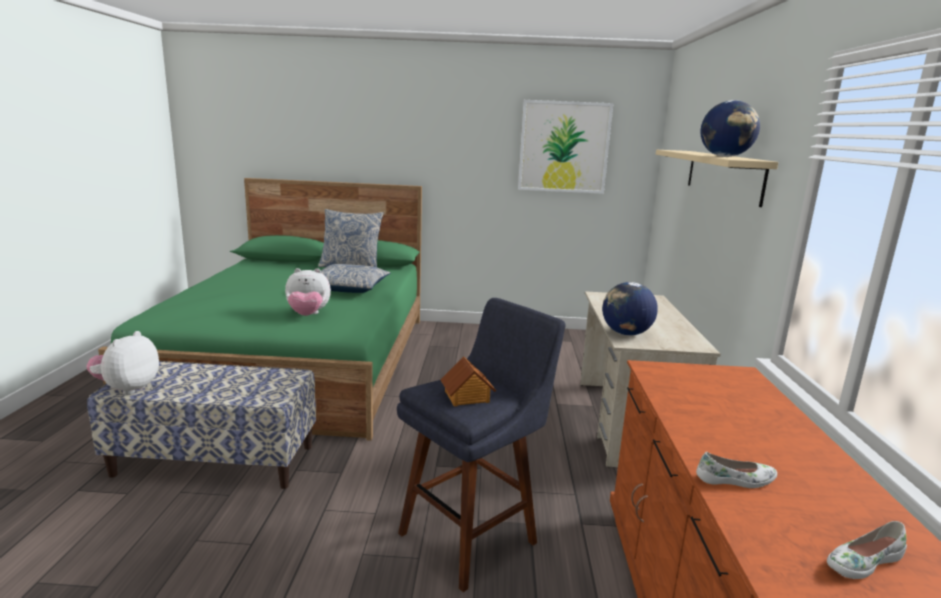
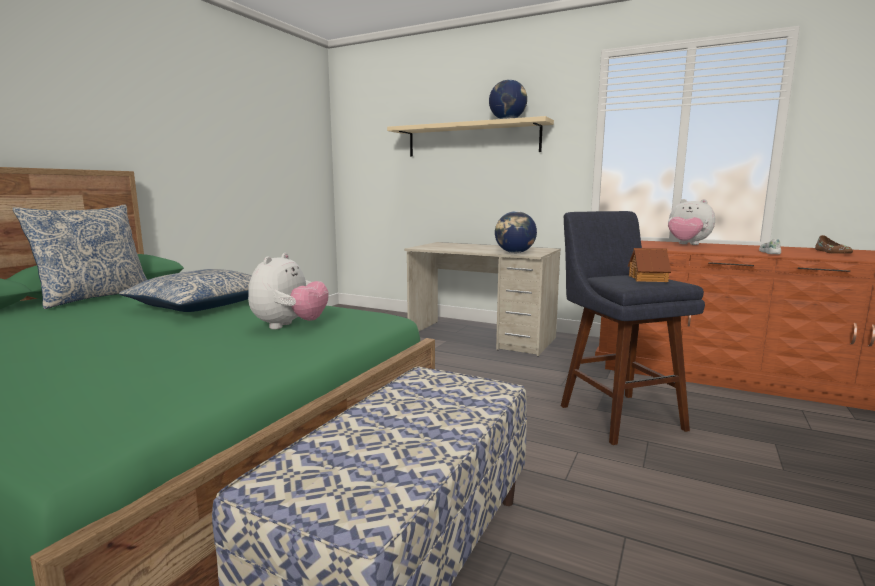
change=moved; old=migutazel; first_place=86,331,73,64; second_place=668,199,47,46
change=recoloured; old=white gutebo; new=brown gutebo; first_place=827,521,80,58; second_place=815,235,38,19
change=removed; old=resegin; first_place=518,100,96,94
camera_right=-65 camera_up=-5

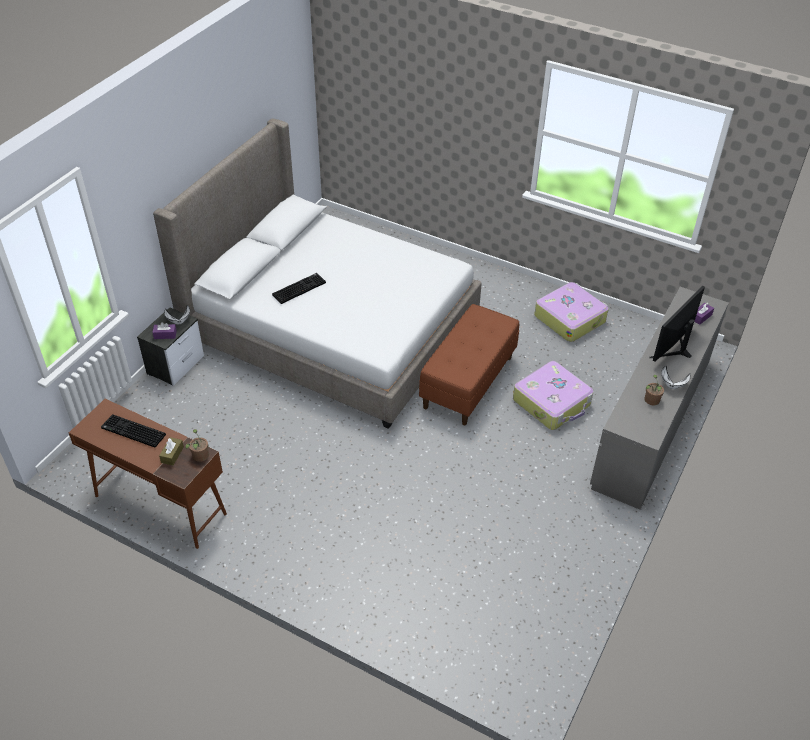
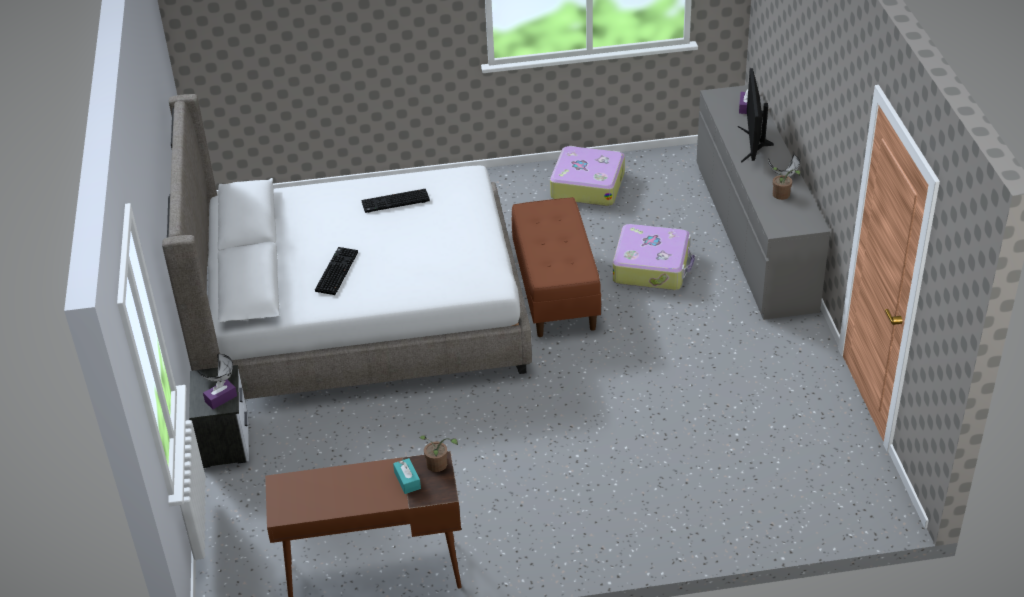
change=moved; old=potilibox; first_place=101,414,65,33; second_place=362,189,68,24
change=recoloured; old=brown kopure; new=turquoise kopure; first_place=159,437,25,28; second_place=393,458,28,36
camera_right=-35 camera_up=-5

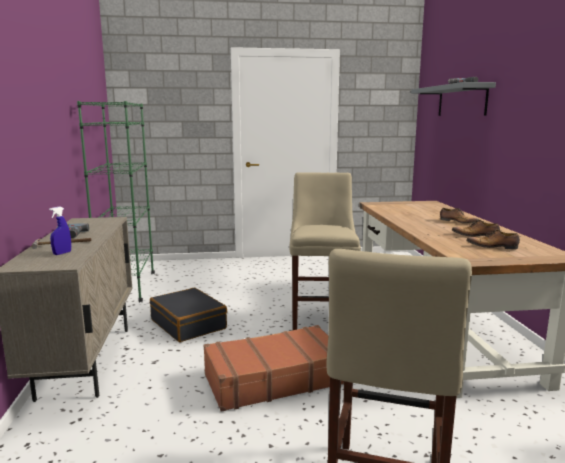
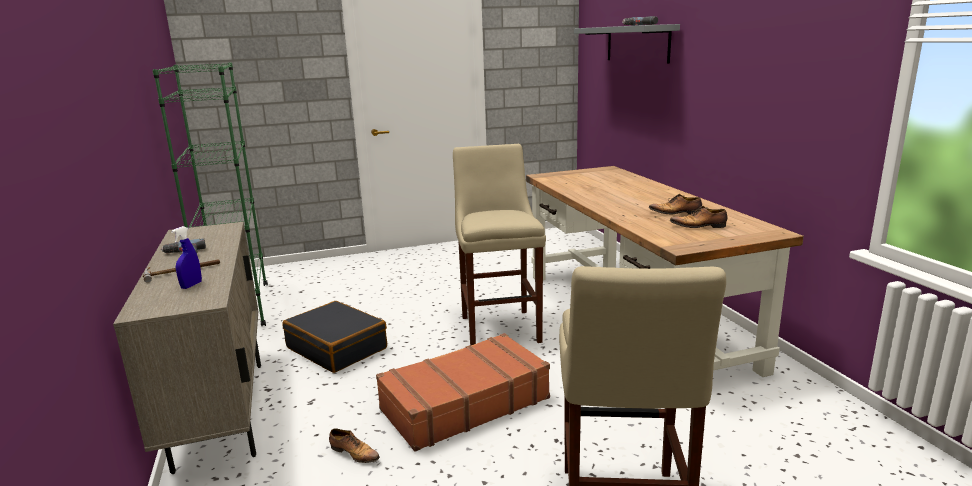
change=moved; old=gutebo; first_place=440,208,39,16; second_place=329,429,51,34
camera_right=-10 camera_up=5

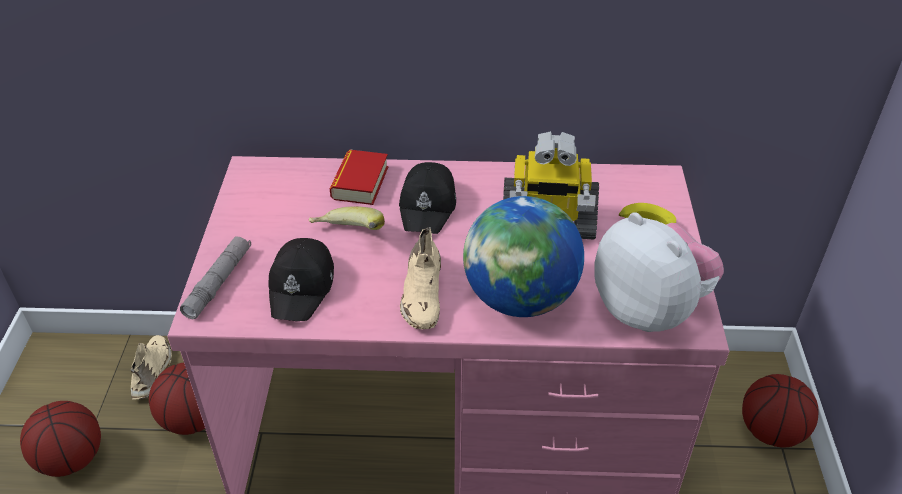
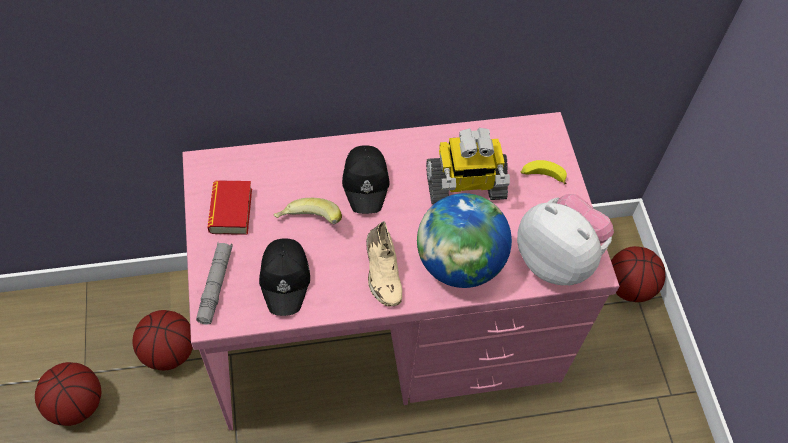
change=moved; old=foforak; first_place=330,150,58,55; second_place=207,180,45,55
change=removed; old=beige gutebo; first_place=131,335,41,65
camera_right=-15 camera_up=15

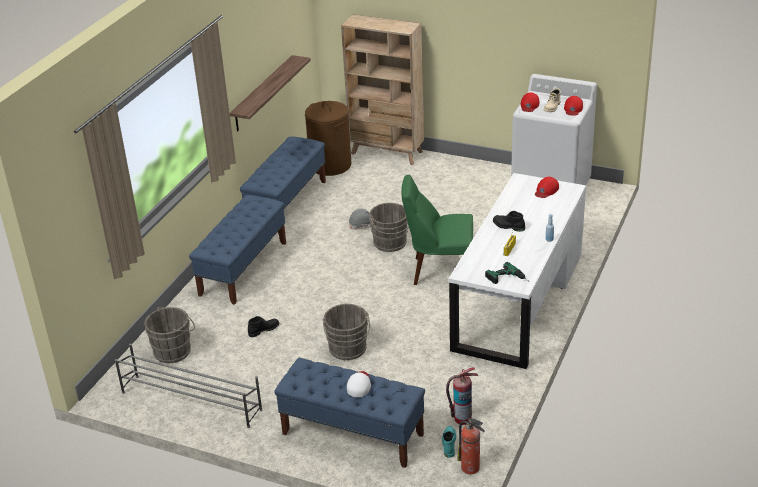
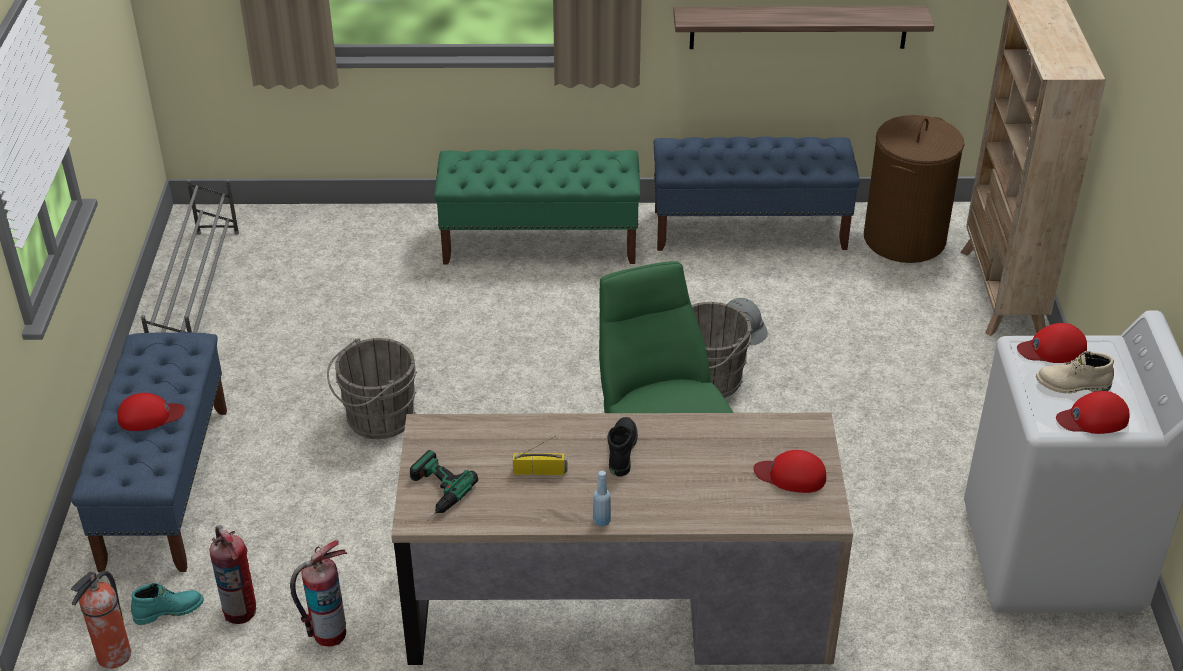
change=recoloured; old=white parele; new=red parele; first_place=347,371,24,26; second_place=118,393,67,38
change=added; new=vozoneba; second_place=290,540,57,106
change=recoloured; old=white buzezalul; new=brown buzezalul; first_place=449,173,137,196; second_place=391,413,462,252
change=recoloured; old=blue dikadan; new=green dikadan; first_place=189,195,97,110; second_place=434,149,206,116
change=removed; old=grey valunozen; first_place=144,307,51,56
change=removed; old=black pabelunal; first_place=248,316,31,21
camera_right=65 camera_up=5

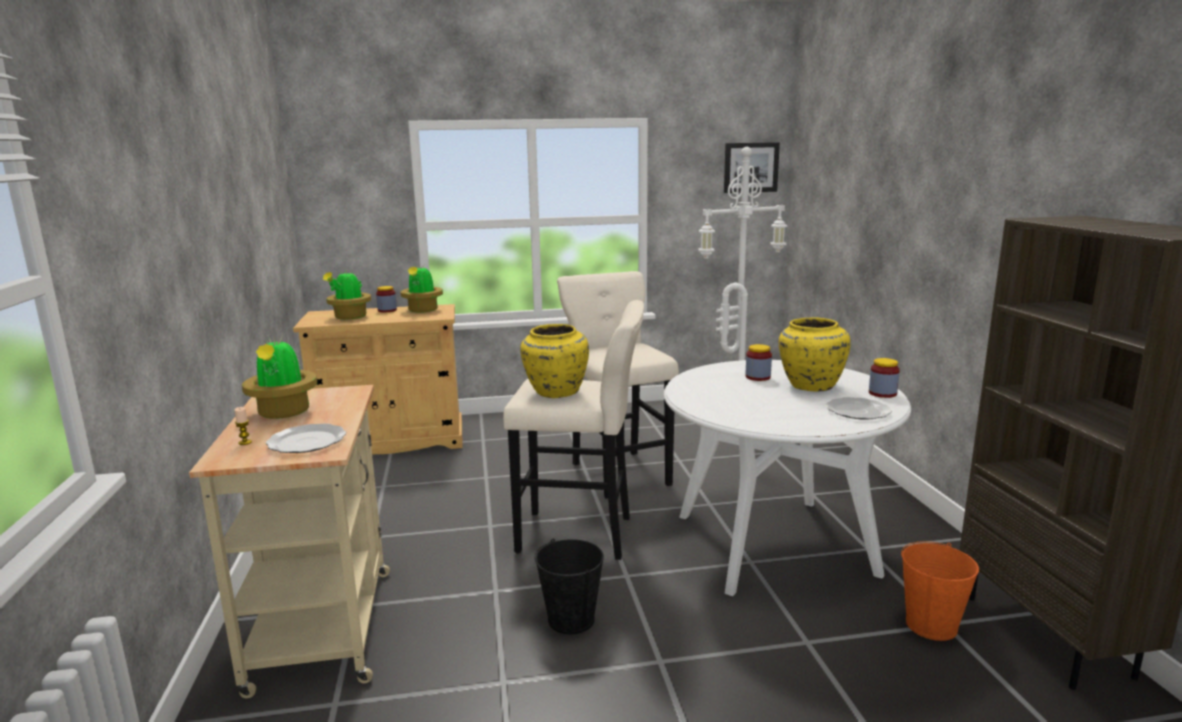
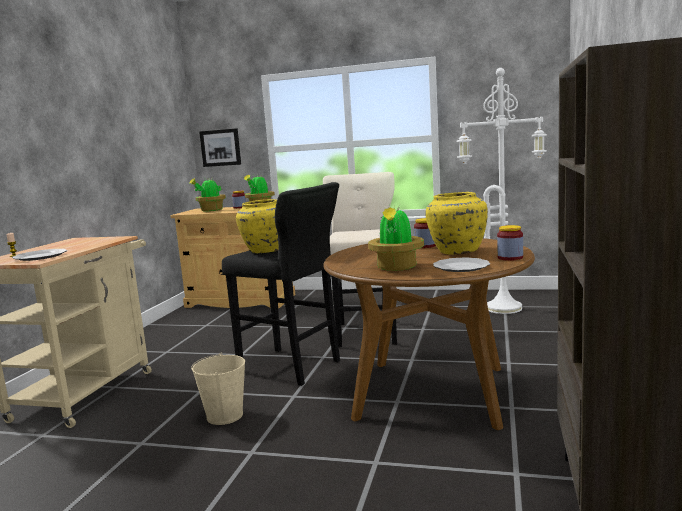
change=recoloured; old=black valunozen; new=beige valunozen; first_place=534,539,70,95; second_place=191,353,54,72
change=moved; old=resegin; first_place=724,142,56,51; second_place=199,128,42,39
change=recoloured; old=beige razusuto; new=black razusuto; first_place=503,300,141,260; second_place=222,182,118,204
change=recoloured; old=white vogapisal; new=brown vogapisal; first_place=664,360,247,236; second_place=323,238,212,192
change=moved; old=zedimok; first_place=242,337,75,82; second_place=368,206,56,65
change=removed; old=orange valunozen; first_place=901,541,78,100
camera_right=25 camera_up=-5

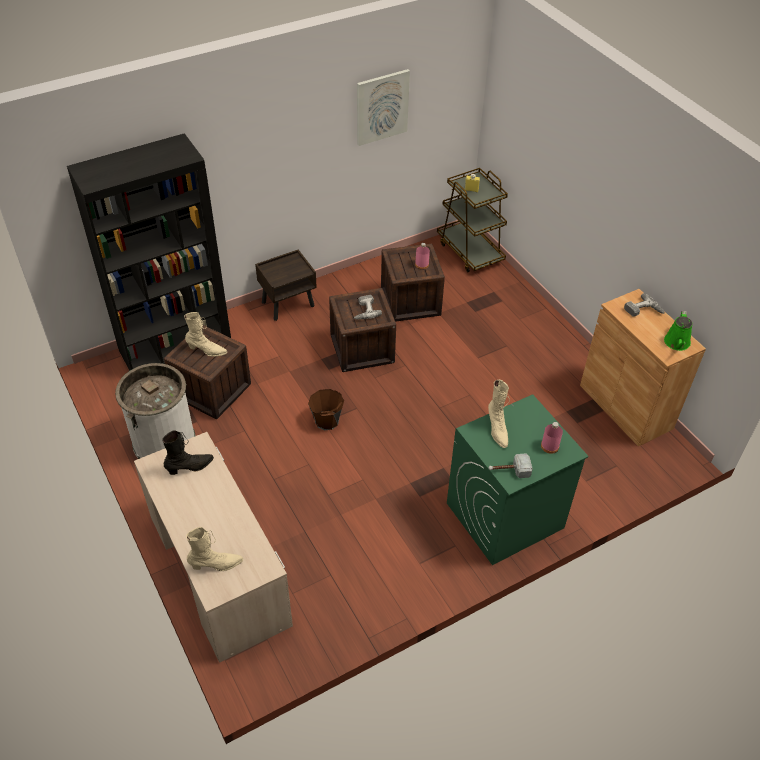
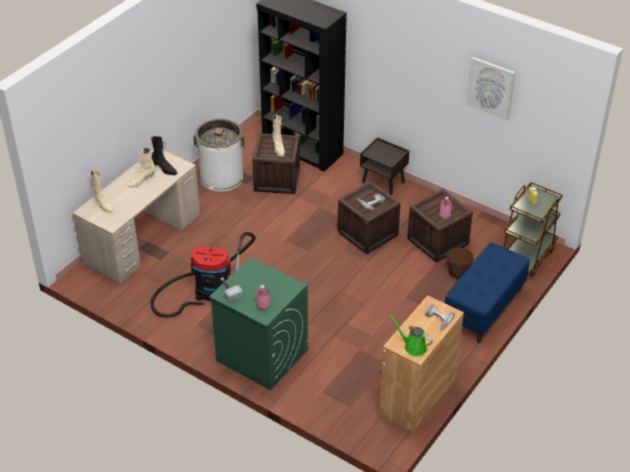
change=moved; old=beige pabelunal; first_place=488,380,22,68; second_place=128,148,28,40
change=added; new=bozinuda; second_place=150,232,105,86
change=turned; old=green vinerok; first_place=664,311,29,40; second_place=390,315,43,41; degrees=45
change=added; new=blue dikadan; second_place=445,243,84,100
change=moved; old=brown valunozen; first_place=308,389,36,41; second_place=446,247,28,33
camera_right=65 camera_up=-5

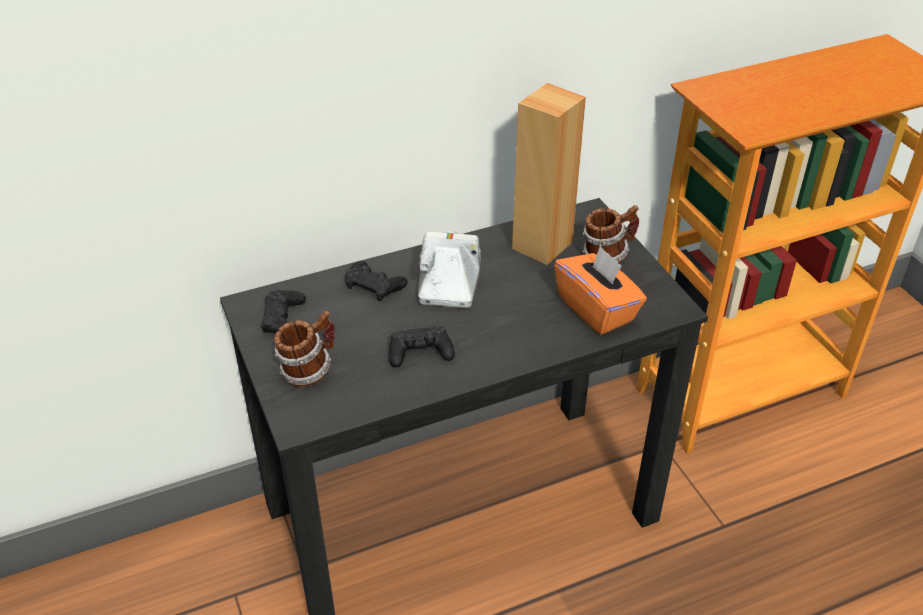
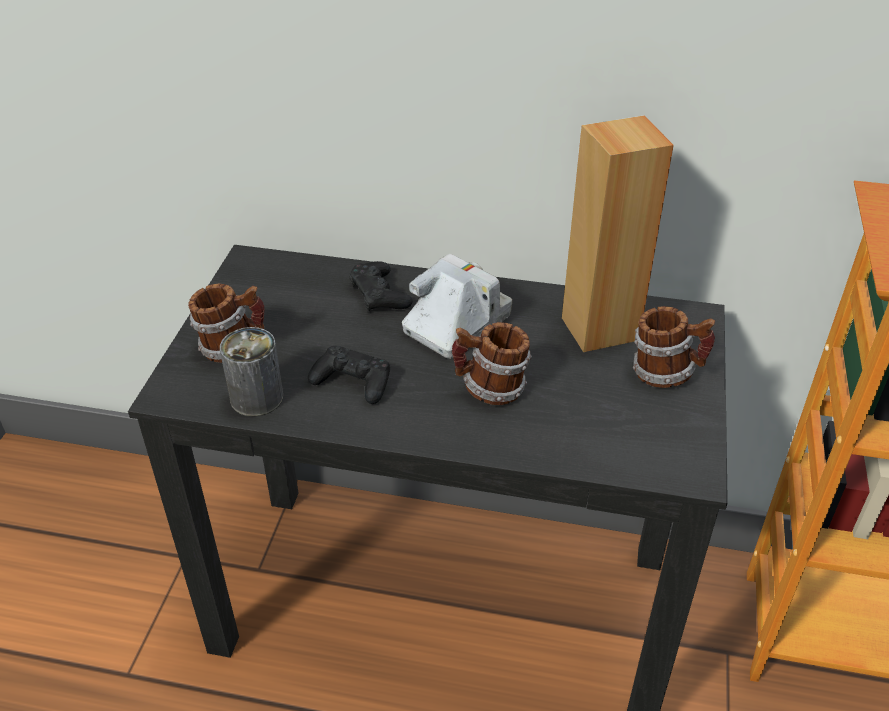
change=added; new=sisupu; second_place=220,327,63,89
change=added; new=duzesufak; second_place=452,322,80,83
change=removed; old=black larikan; first_place=261,290,45,43
change=removed; old=orange kopure; first_place=554,245,93,90
camera_right=35 camera_up=0

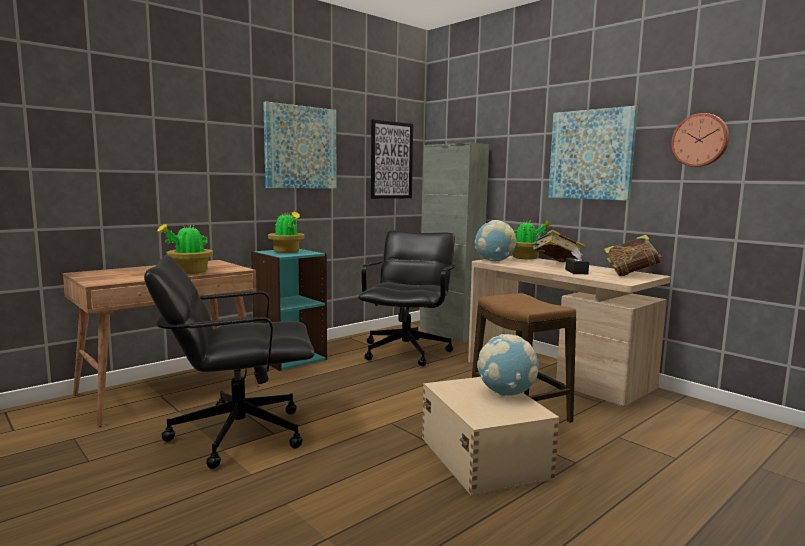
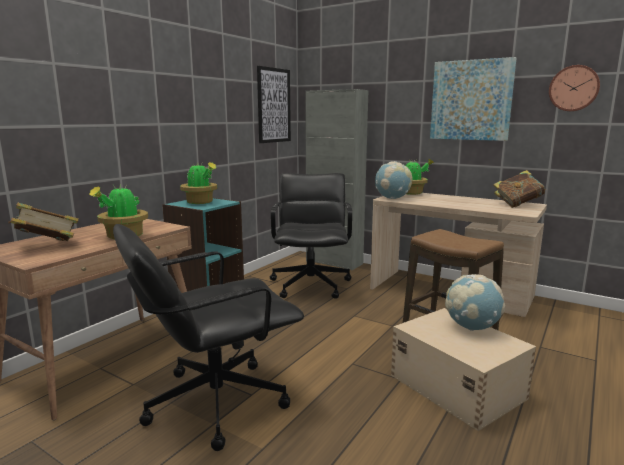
change=moved; old=foforak; first_place=532,230,53,32; second_place=9,203,70,38
change=removed; old=resegin; first_place=263,102,73,87
change=removed; old=black kopure; first_place=565,248,24,26
camera_right=-15 camera_up=5

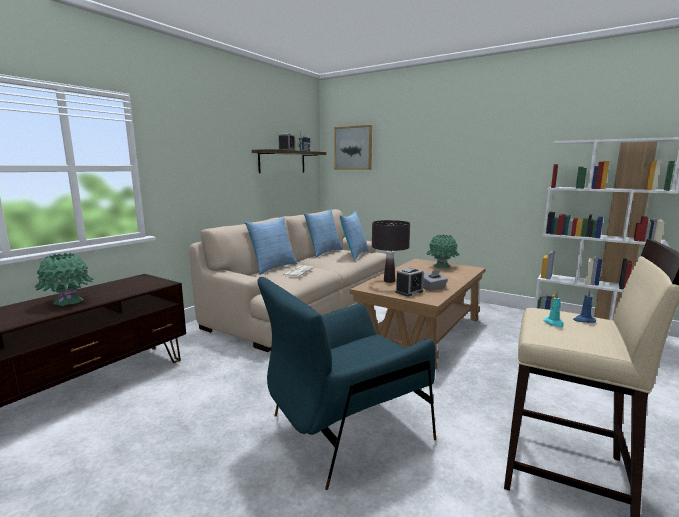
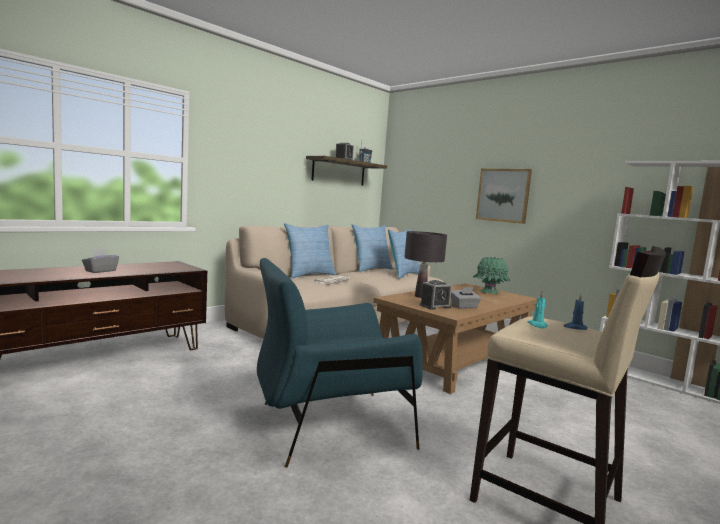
change=replaced; old=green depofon; new=grey kopure; first_place=34,253,60,53; second_place=82,248,37,25
change=moved; old=resegin; first_place=334,125,38,45; second_place=476,169,56,55
camera_right=10 camera_up=-5

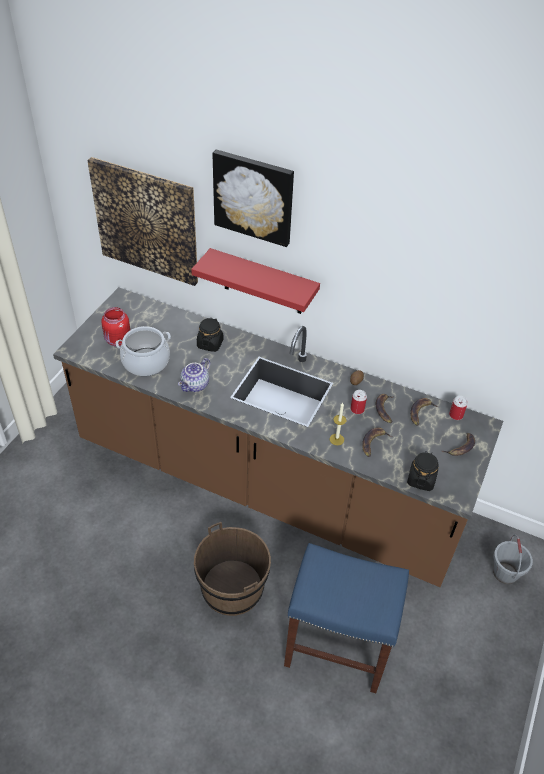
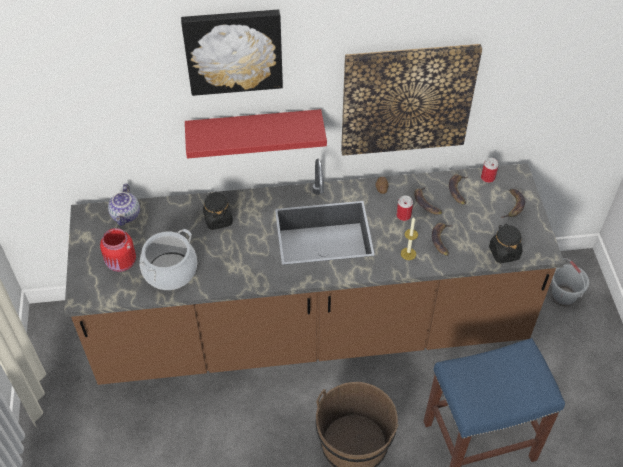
change=moved; old=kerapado; first_place=178,358,32,34; second_place=108,184,32,42
change=moved; old=resegin; first_place=87,157,111,129; second_place=341,44,141,112
camera_right=-30 camera_up=5

